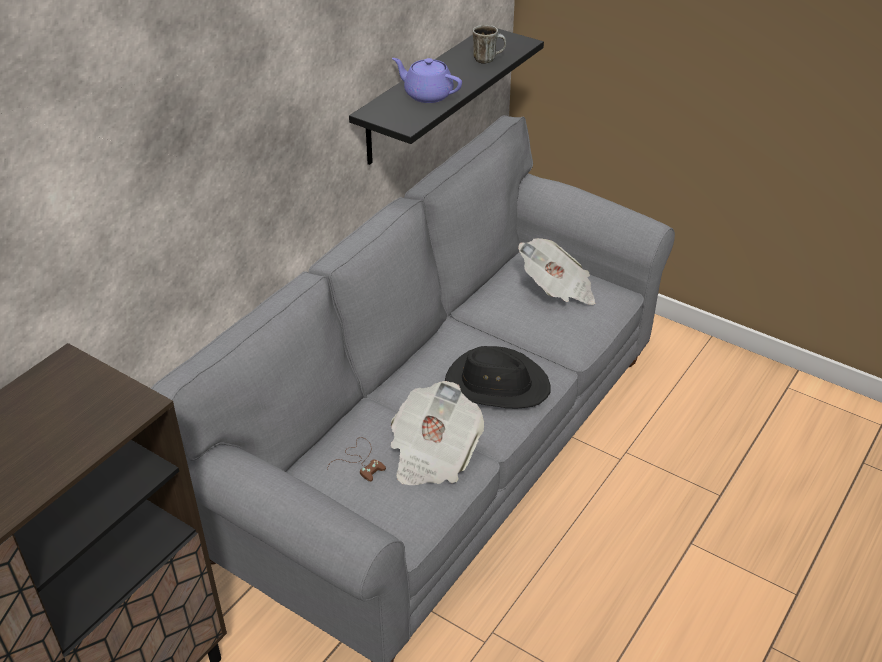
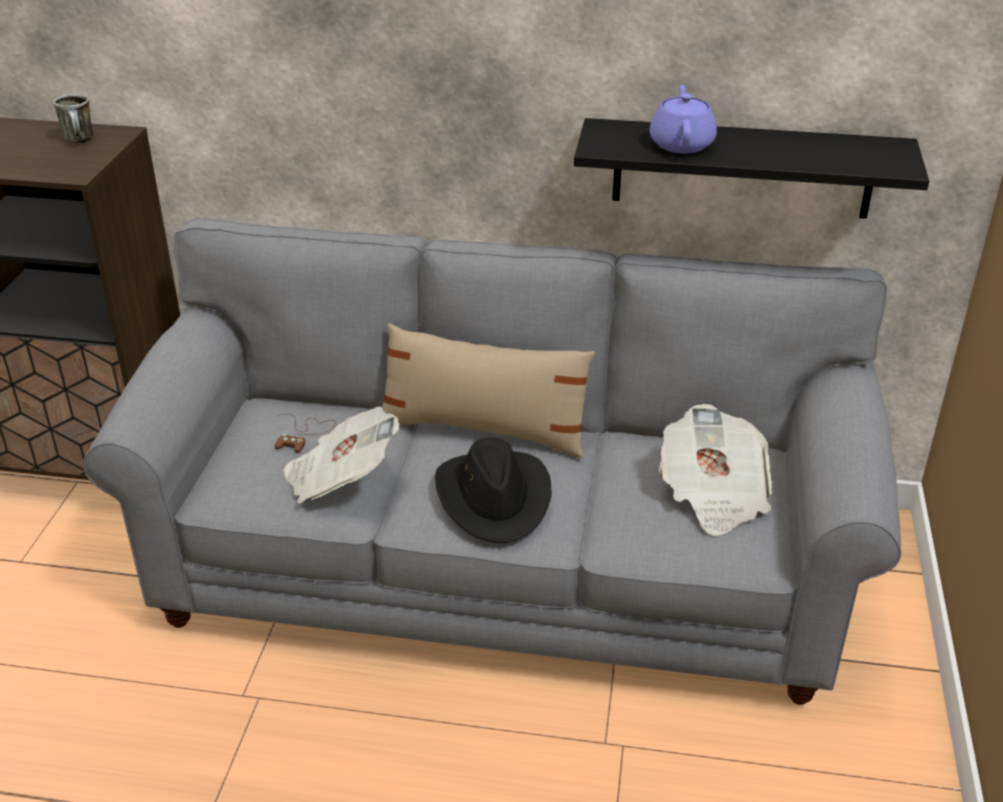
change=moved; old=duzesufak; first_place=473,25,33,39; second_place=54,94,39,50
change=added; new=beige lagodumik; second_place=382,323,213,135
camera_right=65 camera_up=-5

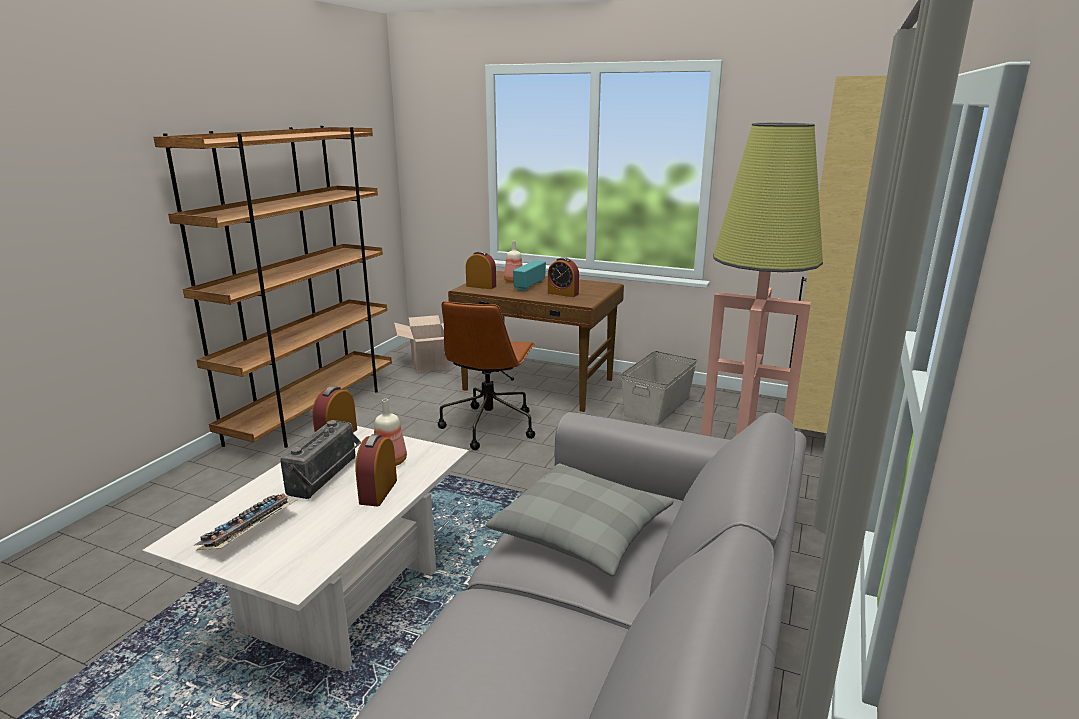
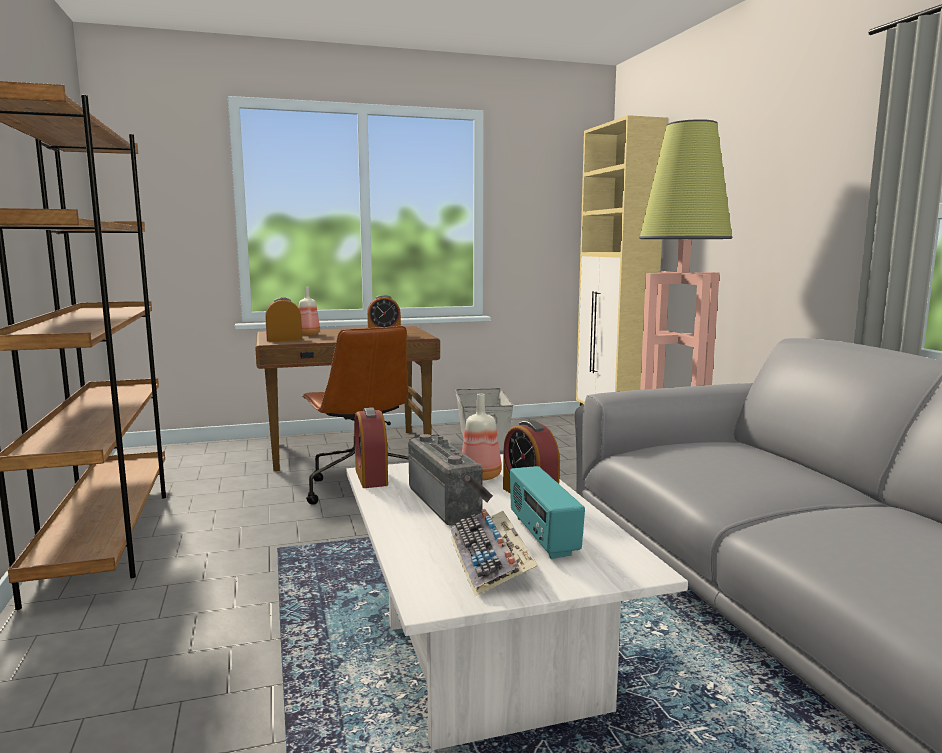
change=moved; old=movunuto; first_place=513,260,33,31; second_place=510,466,75,93
change=removed; old=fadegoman; first_place=394,315,55,57
change=removed; old=grey lagodumik; first_place=486,464,188,113
camera_right=-40 camera_up=-10

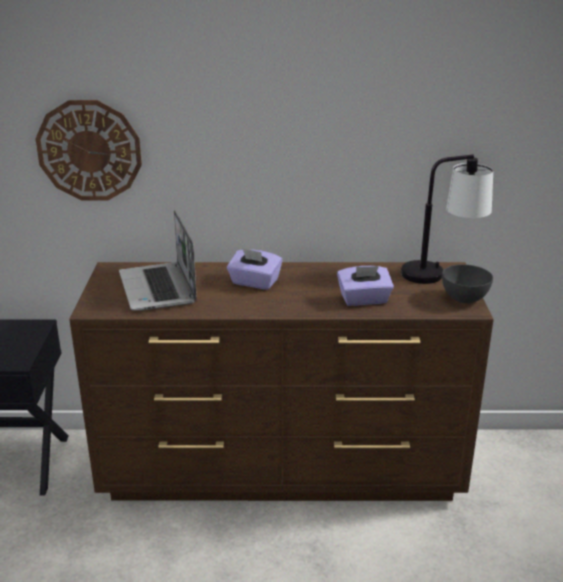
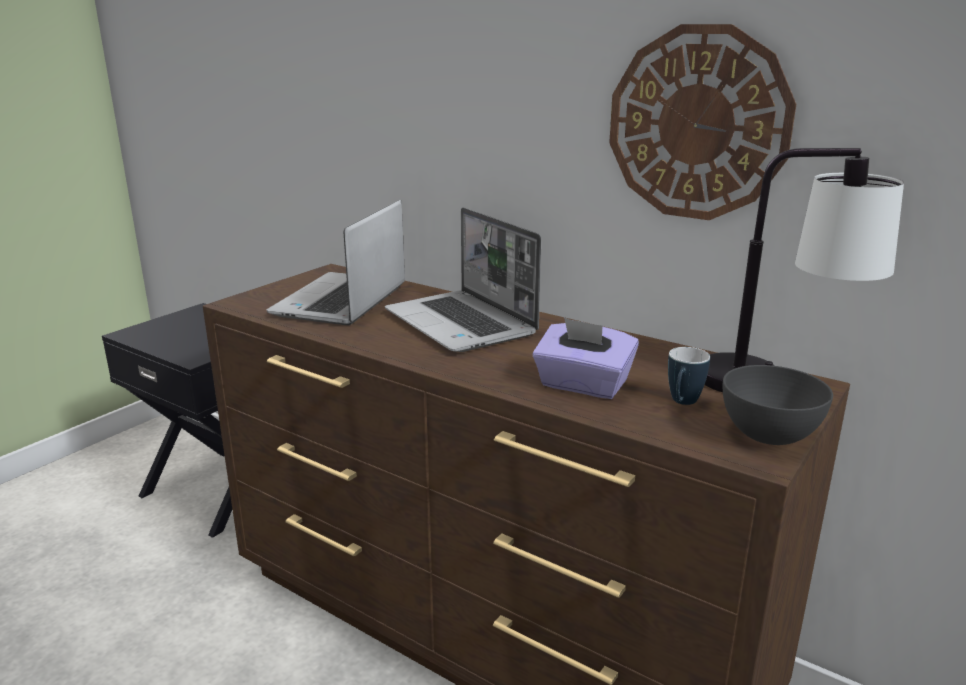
change=replaced; old=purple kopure; new=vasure; first_place=227,248,55,42; second_place=385,207,156,145
change=moved; old=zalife; first_place=35,100,107,101; second_place=609,24,187,196
change=added; new=duzesufak; second_place=668,347,42,58
camera_right=35 camera_up=-5

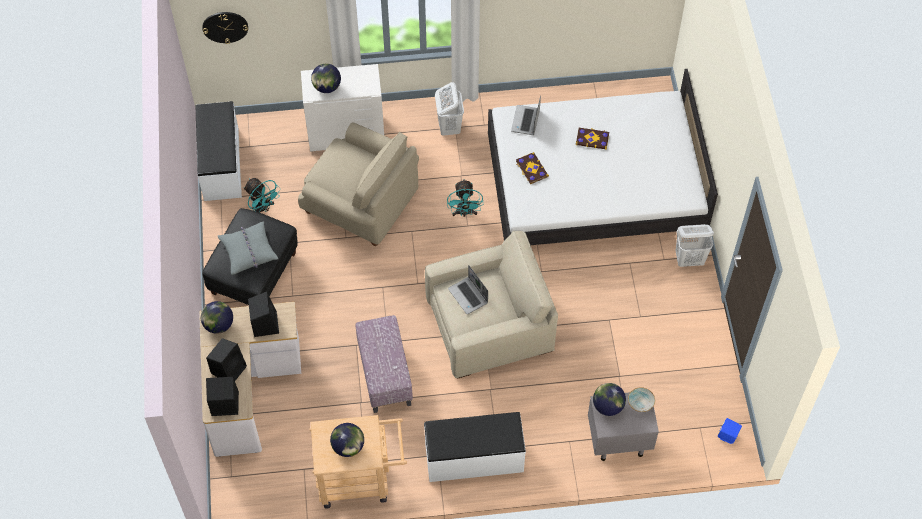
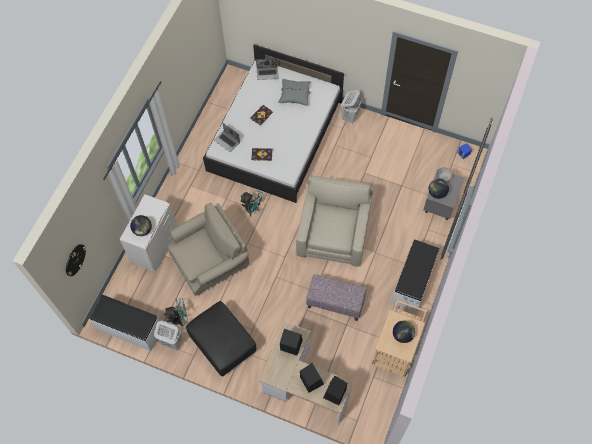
change=moved; old=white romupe; first_place=435,82,29,54; second_place=154,320,29,30
change=moved; old=vasure; first_place=448,265,40,49; second_place=256,58,22,22
change=moved; old=grey lagodumik; first_place=218,222,60,53; second_place=278,79,33,27
change=removed; old=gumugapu; first_place=201,301,32,33
camera_right=-60 camera_up=5

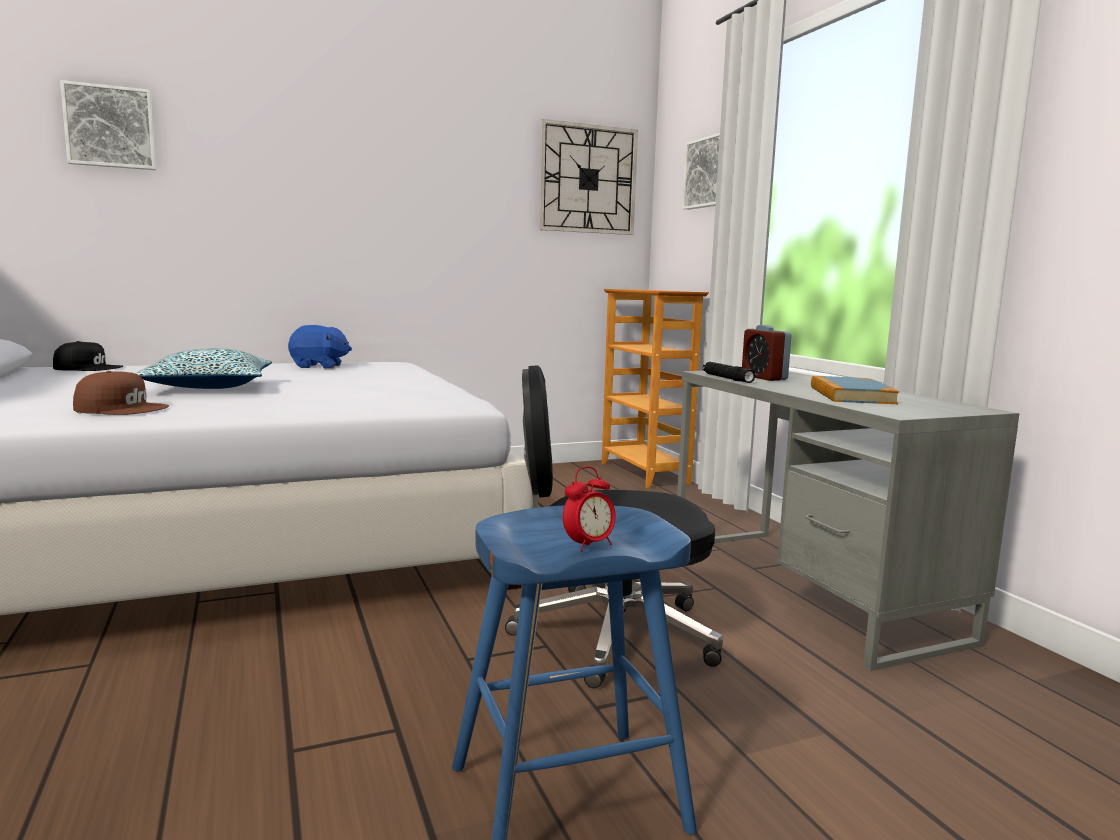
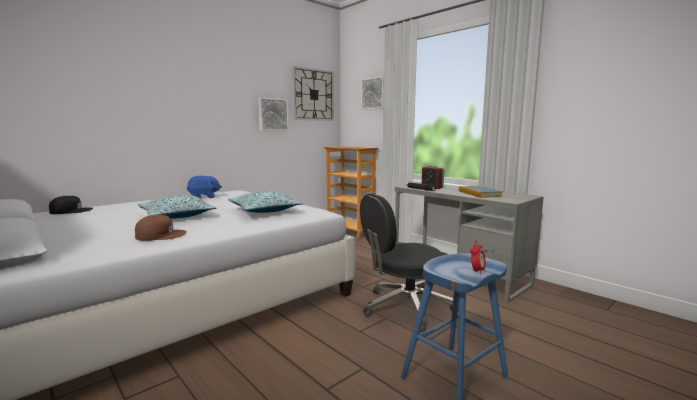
change=added; new=lagodumik; second_place=228,191,75,22
change=moved; old=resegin; first_place=60,80,96,90; second_place=258,98,31,33
camera_right=-20 camera_up=0

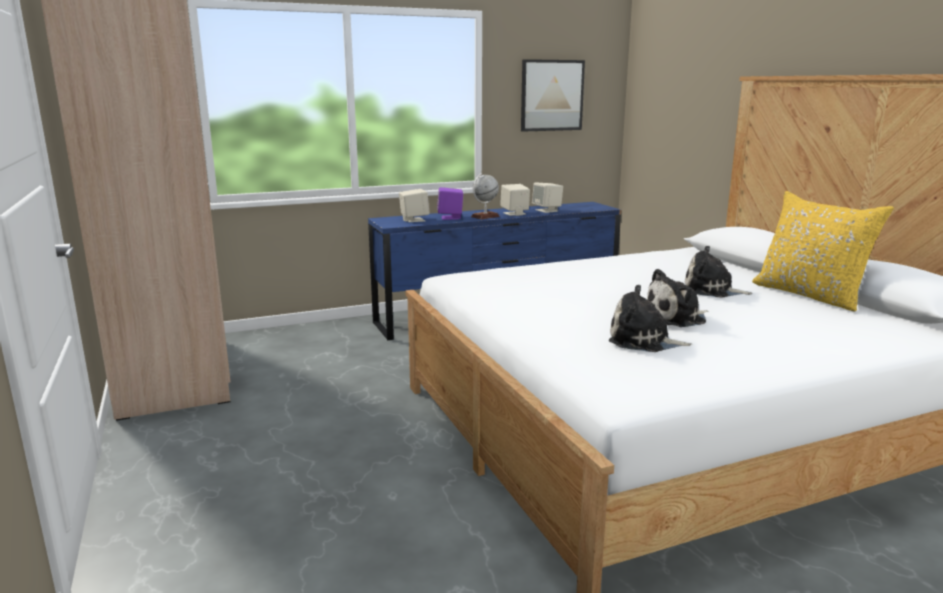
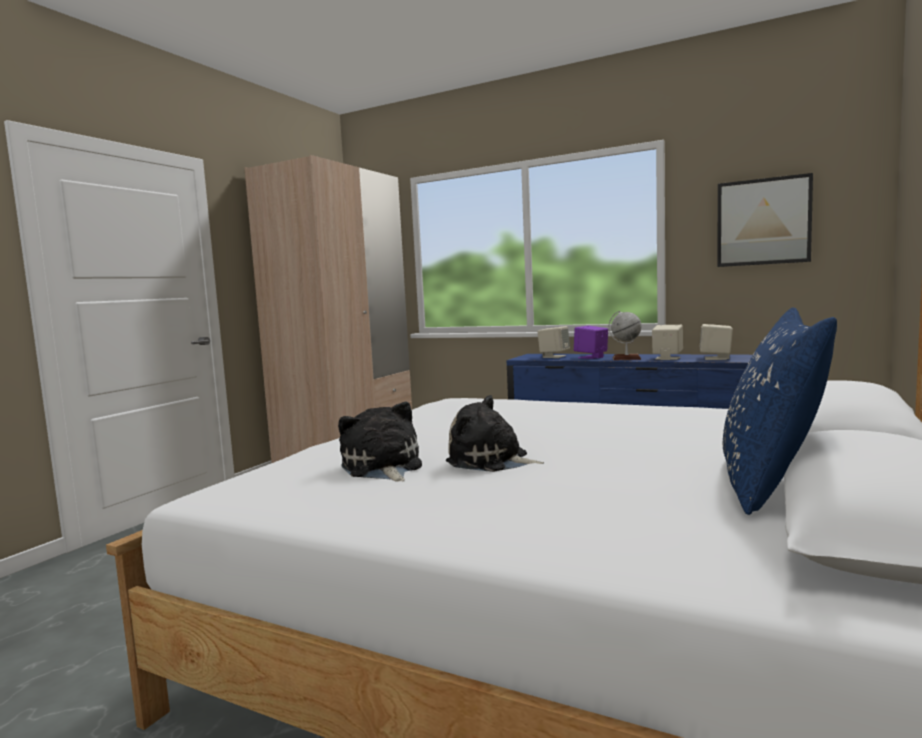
change=recoloured; old=yellow lagodumik; new=blue lagodumik; first_place=752,191,142,121; second_place=723,307,114,208
change=removed; old=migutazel; first_place=685,246,67,52
camera_right=50 camera_up=-10

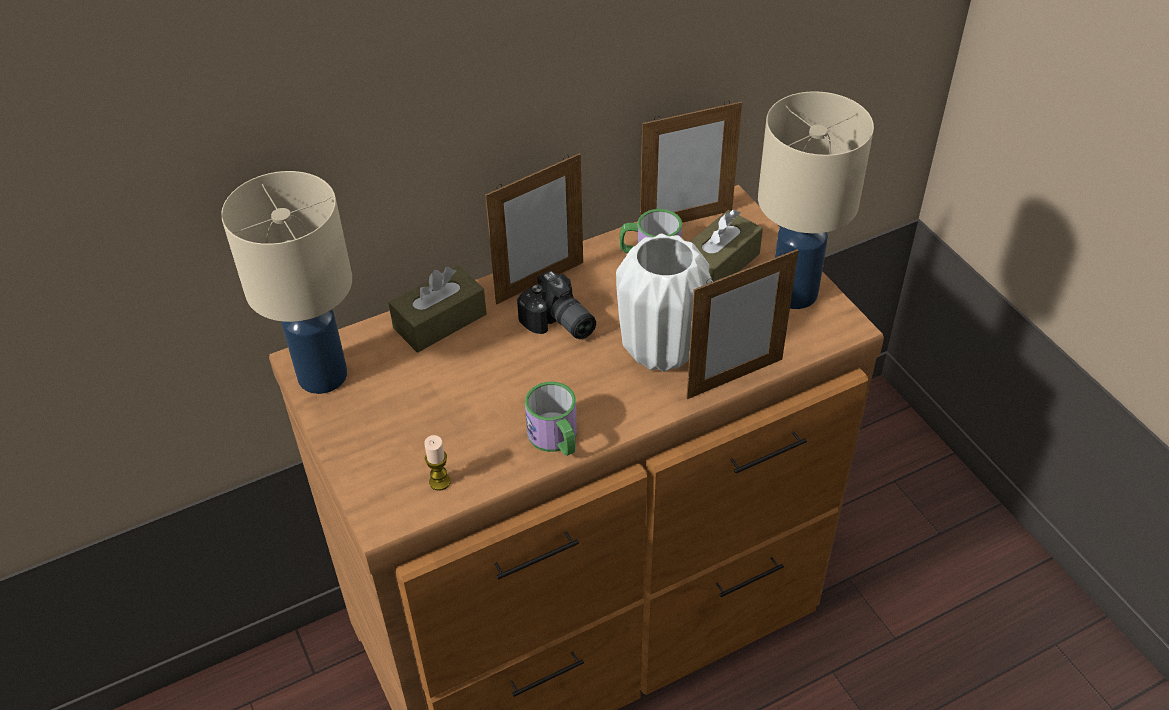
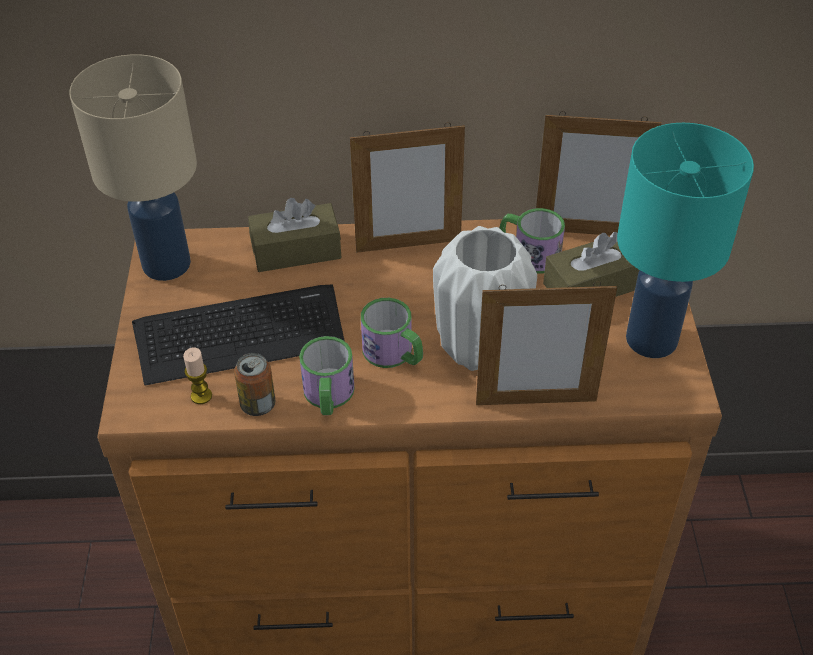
change=added; new=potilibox; second_place=132,285,213,101
change=added; new=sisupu; second_place=234,353,41,63
change=added; new=duzesufak; second_place=361,298,62,70
change=recoloured; old=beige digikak; new=turquoise digikak; first_place=758,91,116,218; second_place=617,123,137,235
change=removed; old=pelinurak; first_place=517,270,79,69
camera_right=25 camera_up=0

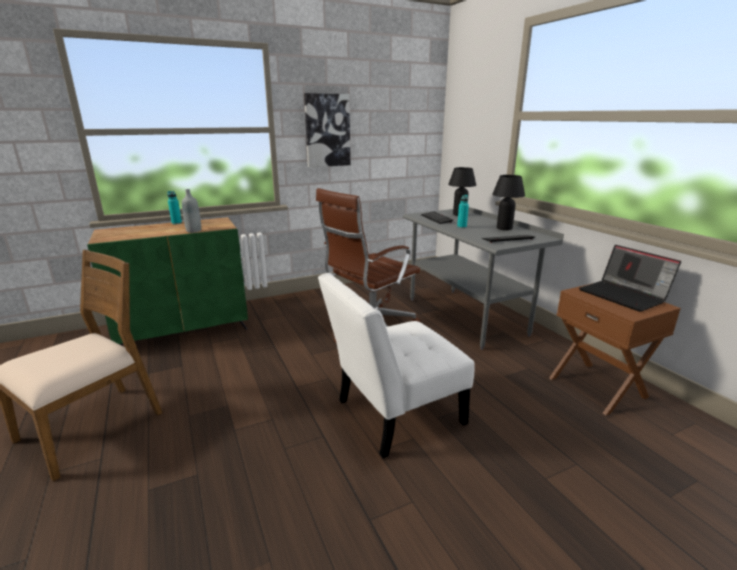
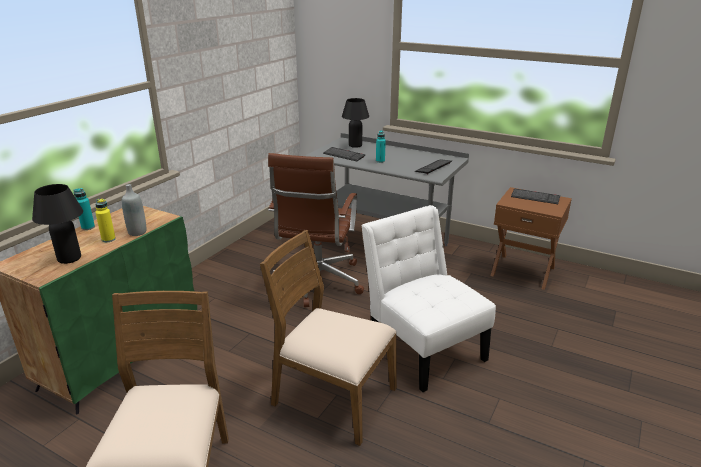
change=moved; old=black digikak; first_place=492,175,33,55; second_place=32,184,51,80
change=added; new=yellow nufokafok; second_place=95,199,21,43
change=added; new=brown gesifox; second_place=260,230,137,216
change=turned; old=white gesifox; first_place=318,273,157,185; second_place=361,205,135,187; degrees=120
change=replaced; old=vasure; new=potilibox; first_place=579,245,102,67; second_place=511,189,49,15
change=removed; old=resegin; first_place=304,93,46,74
camera_right=-35 camera_up=5

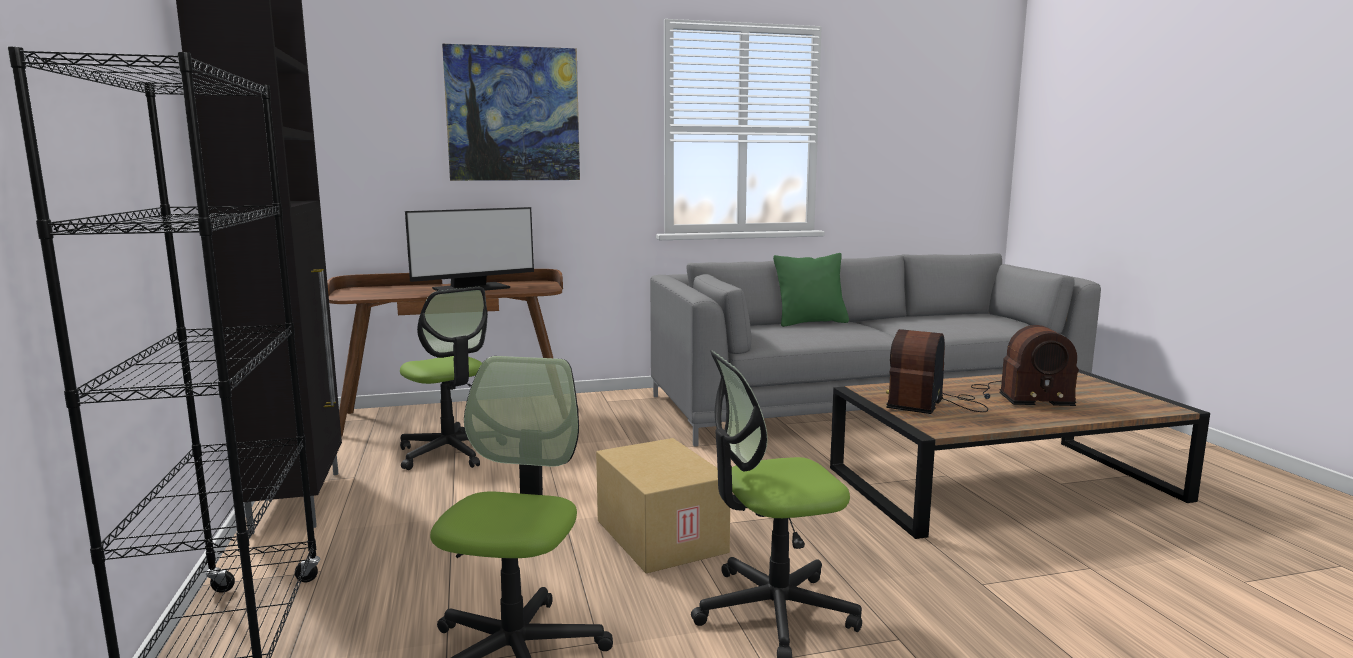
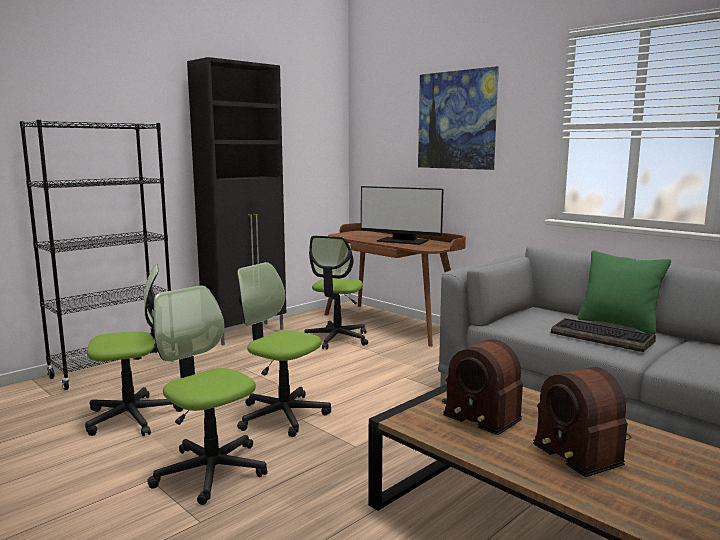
change=replaced; old=fadegoman; new=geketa; first_place=596,438,134,136; second_place=237,262,94,175
change=turned; old=movunuto; first_place=886,329,102,85; second_place=442,339,81,96; degrees=-135
change=added; new=potilibox; second_place=551,318,105,34
camera_right=60 camera_up=0

